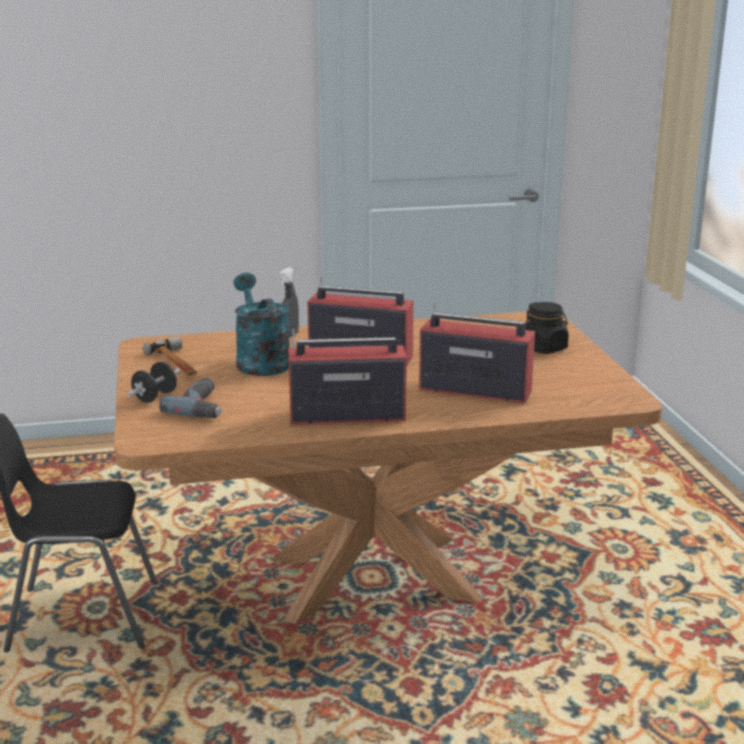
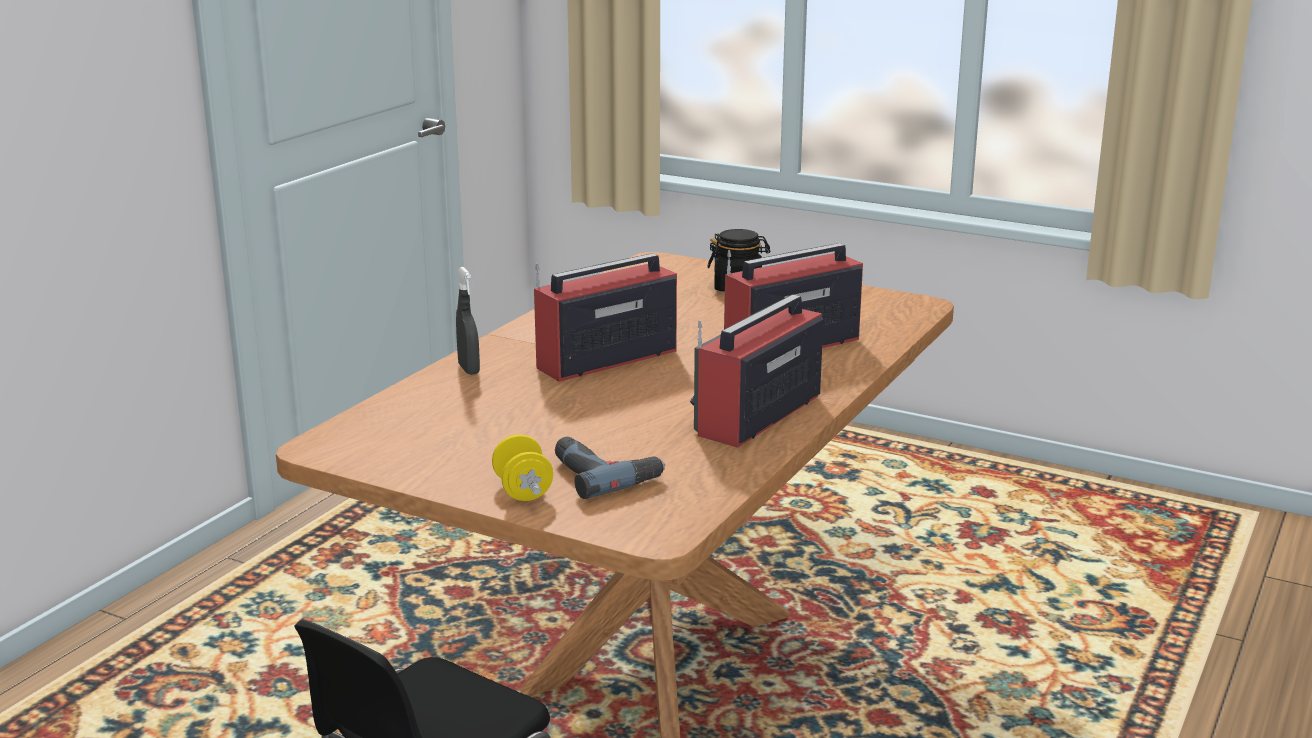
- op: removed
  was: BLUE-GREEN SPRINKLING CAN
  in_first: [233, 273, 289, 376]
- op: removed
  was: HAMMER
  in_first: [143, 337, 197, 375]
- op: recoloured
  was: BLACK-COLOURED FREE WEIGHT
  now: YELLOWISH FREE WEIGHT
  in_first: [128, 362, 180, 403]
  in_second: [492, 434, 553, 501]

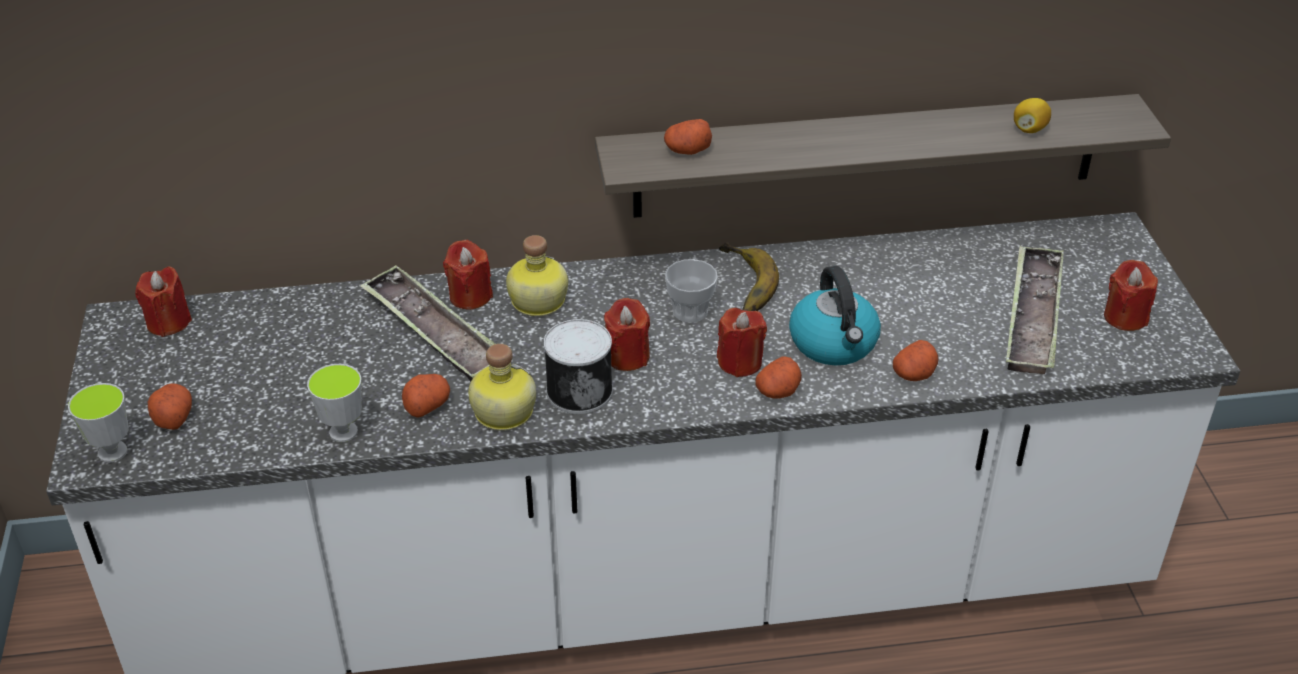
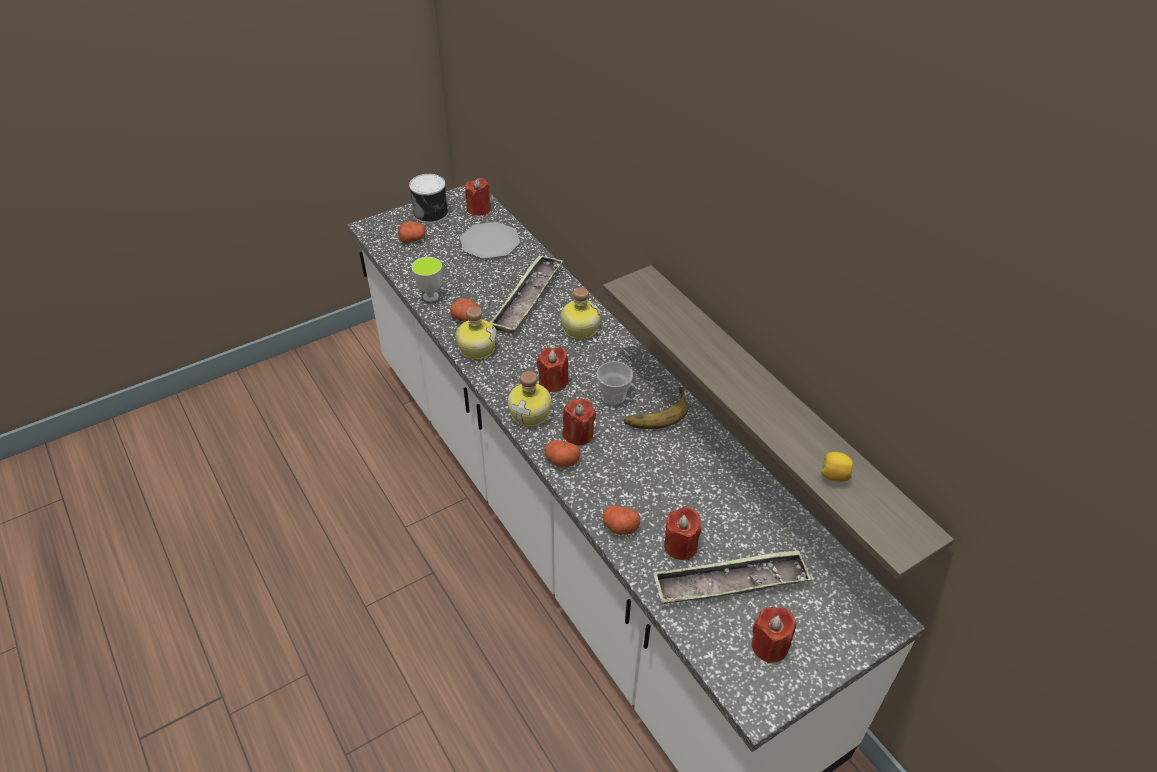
- op: removed
  was: WHOLE POTATO
  in_first: [664, 119, 712, 155]
- op: moved
  was: RED WAX CANDLE
  in_first: [443, 240, 493, 310]
  in_second: [664, 506, 701, 561]
- op: removed
  was: KETTLE
  in_first: [789, 266, 881, 365]
- op: moved
  was: METAL CAN
  in_first: [543, 319, 613, 414]
  in_second: [409, 174, 448, 224]
- op: removed
  was: CUP
  in_first: [68, 383, 129, 462]
- op: added
  now: PLATE
  in_second: [460, 222, 520, 259]
- op: added
  now: BOTTLE
  in_second: [508, 371, 552, 427]

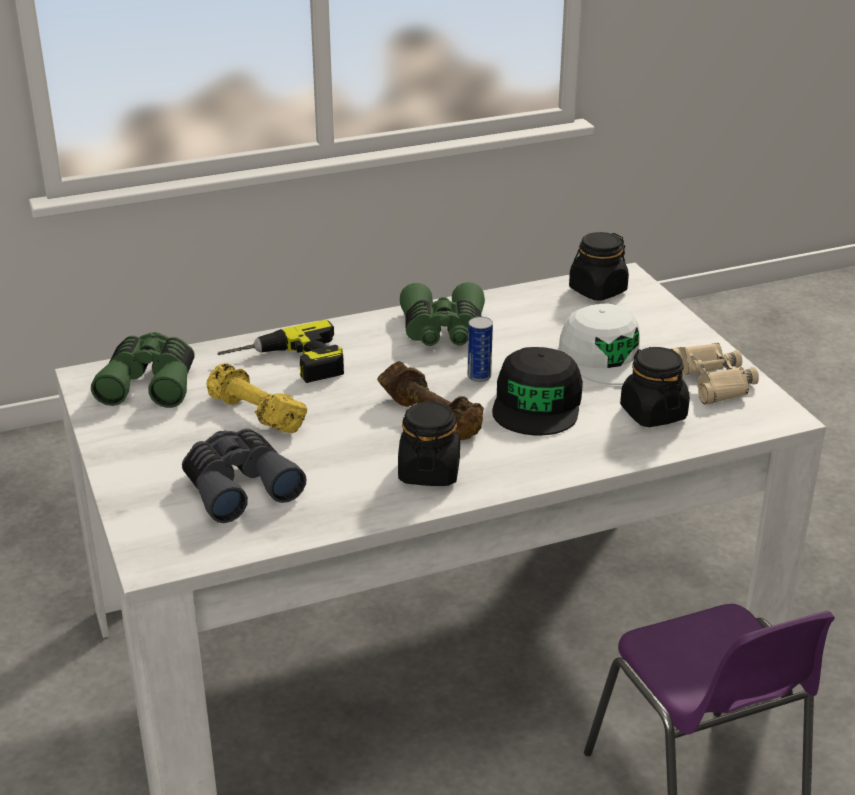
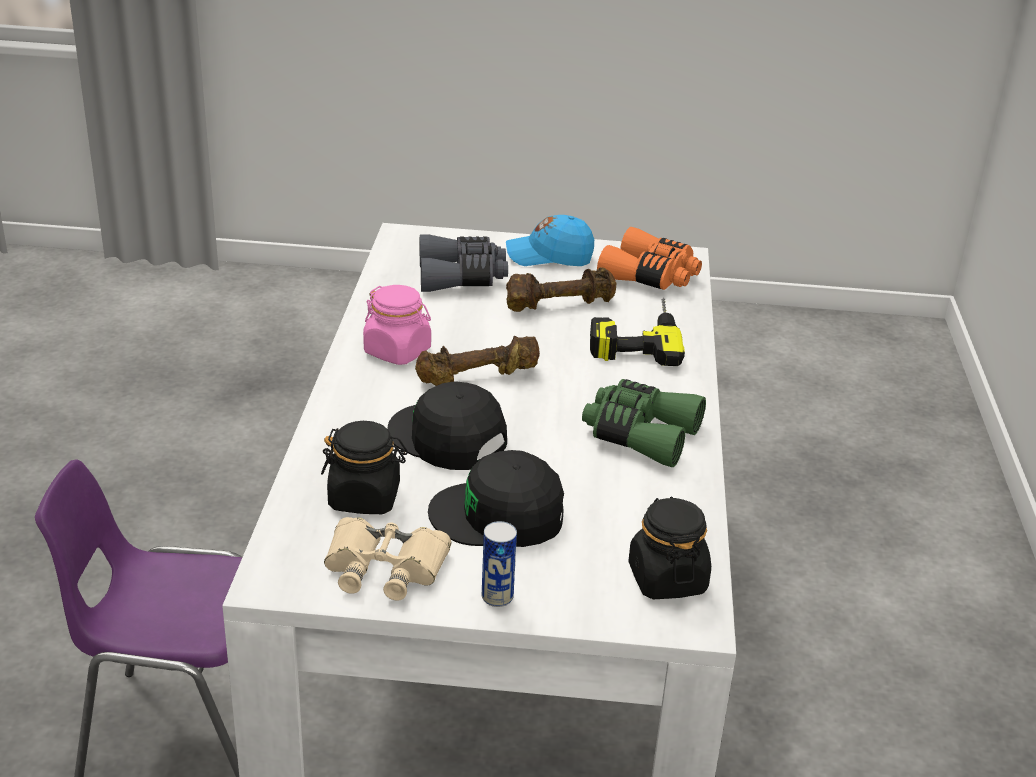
- op: recoloured
  was: WHITISH BASEBALL CAP
  now: BLACK-COLOURED BASEBALL CAP
  in_first: [558, 303, 642, 385]
  in_second: [428, 450, 564, 547]
- op: moved
  was: METAL CAN
  in_first: [468, 317, 493, 382]
  in_second: [482, 521, 517, 607]
- op: recoloured
  was: GREEN-COLOURED PAIR OF BINOCULARS
  now: ORANGE-COLOURED PAIR OF BINOCULARS
  in_first: [91, 332, 195, 408]
  in_second: [597, 227, 702, 290]
- op: recoloured
  was: YELLOWISH FREE WEIGHT
  now: BROWNISH FREE WEIGHT
  in_first: [206, 363, 307, 433]
  in_second: [506, 267, 617, 312]
- op: recoloured
  was: BLACK-COLOURED JAR
  now: PINK JAR
  in_first: [398, 402, 460, 486]
  in_second: [363, 285, 431, 365]
- op: added
  now: BLUE BASEBALL CAP
  in_second: [506, 215, 594, 266]

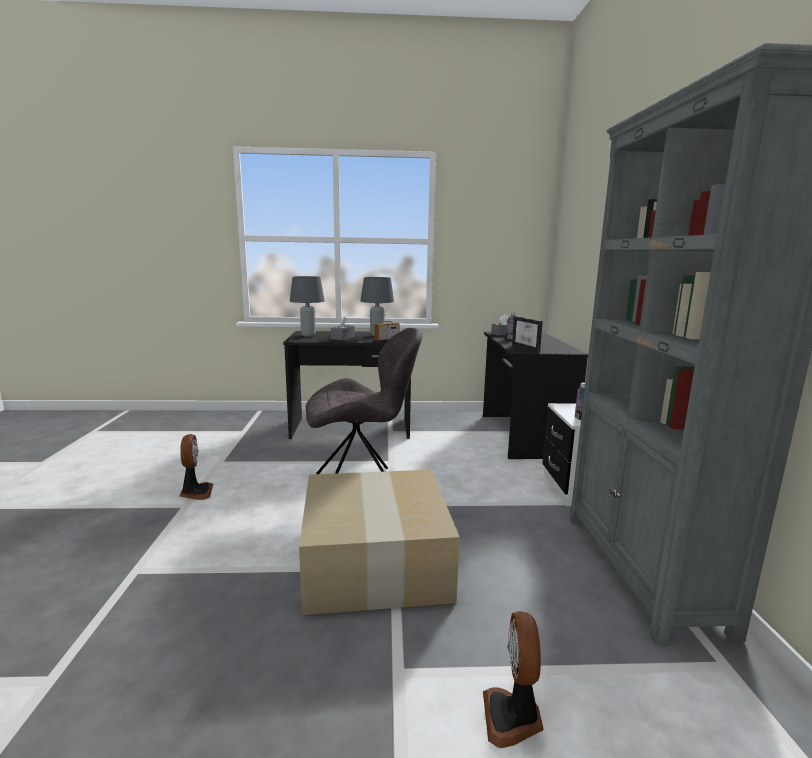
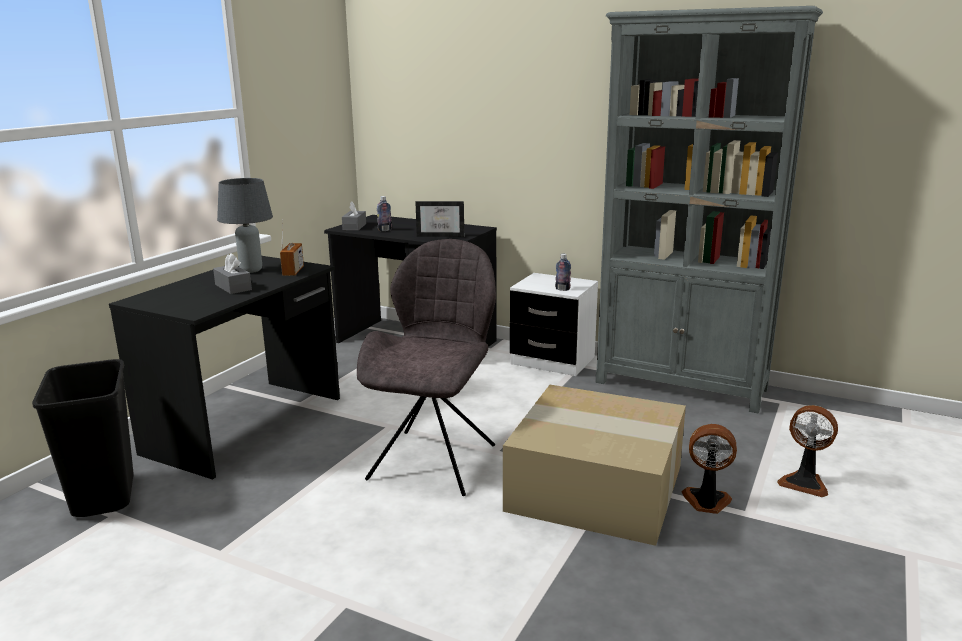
- op: removed
  was: GRAY TABLE LAMP
  in_first: [290, 276, 325, 337]
- op: moved
  was: FAN
  in_first: [180, 434, 213, 500]
  in_second: [682, 424, 737, 514]
- op: added
  now: BLACK-COLOURED RUBBISH BIN
  in_second: [32, 359, 134, 517]

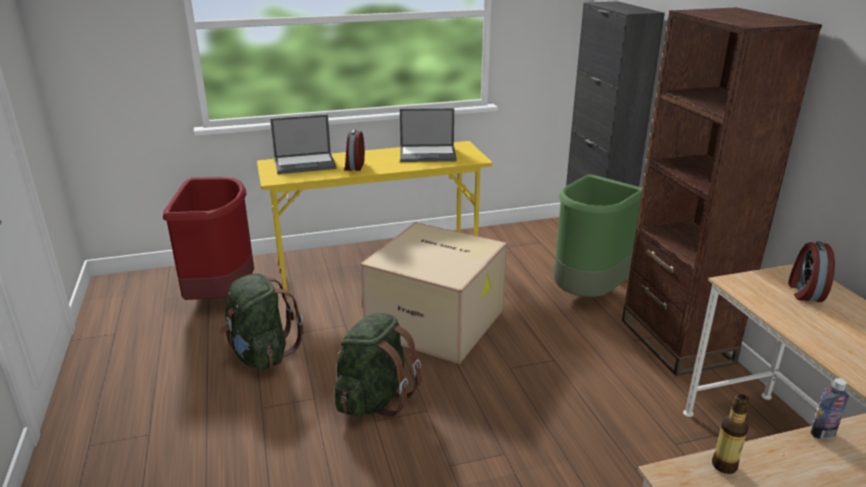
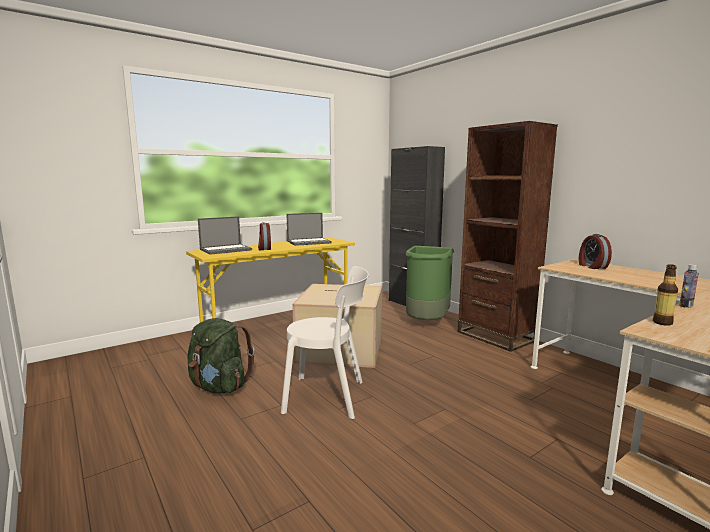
- op: removed
  was: RED RUBBISH BIN
  in_first: [163, 177, 254, 300]
- op: replaced
  was: GREEN-COLOURED RUCKSACK
  now: WHITISH PLAIN CHAIR
  in_first: [334, 313, 422, 418]
  in_second: [281, 266, 369, 419]

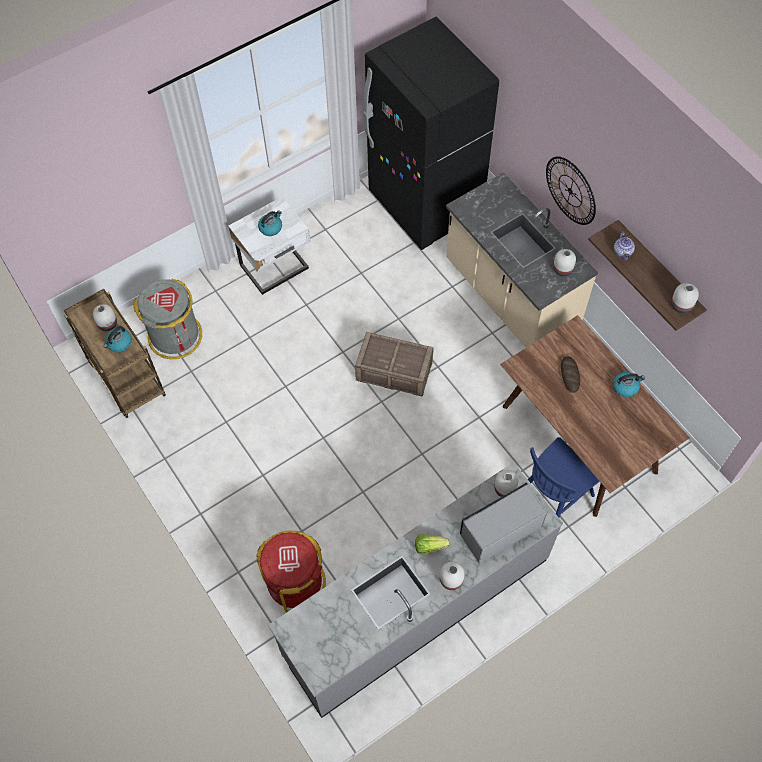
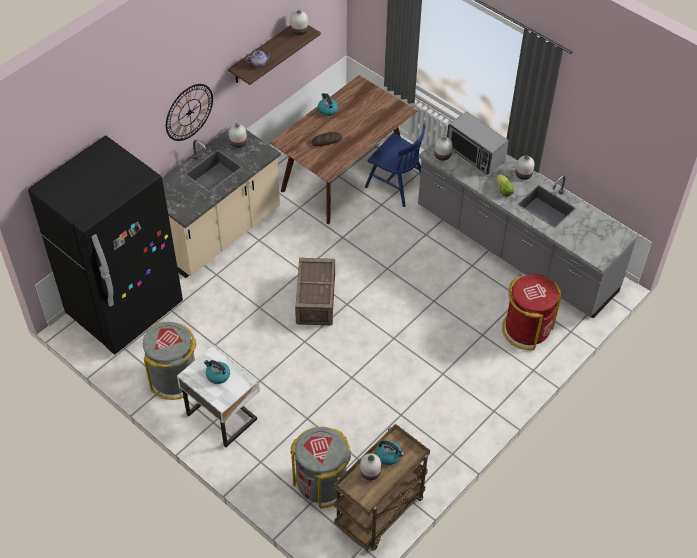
- op: added
  now: GRAY RUBBISH BIN
  in_second: [143, 322, 196, 400]

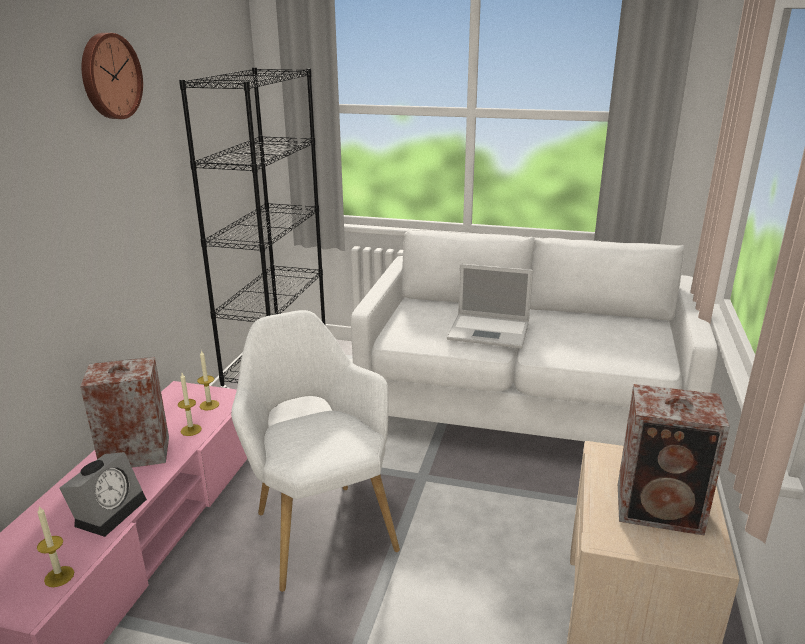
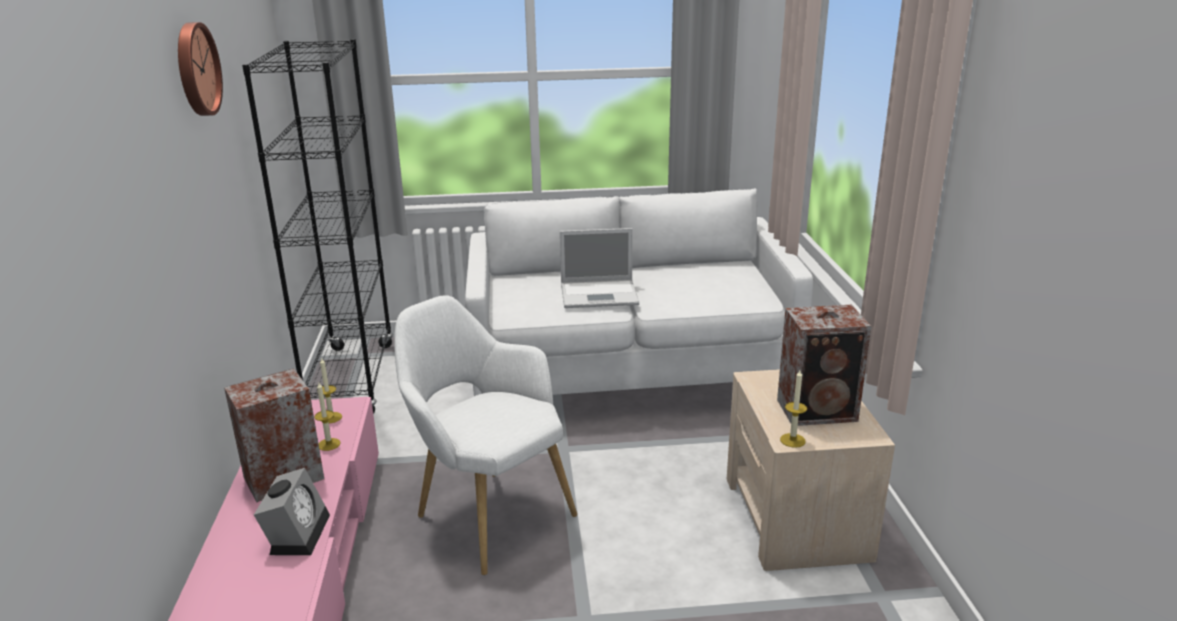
- op: moved
  was: WAX CANDLE
  in_first: [37, 506, 74, 587]
  in_second: [780, 370, 807, 448]

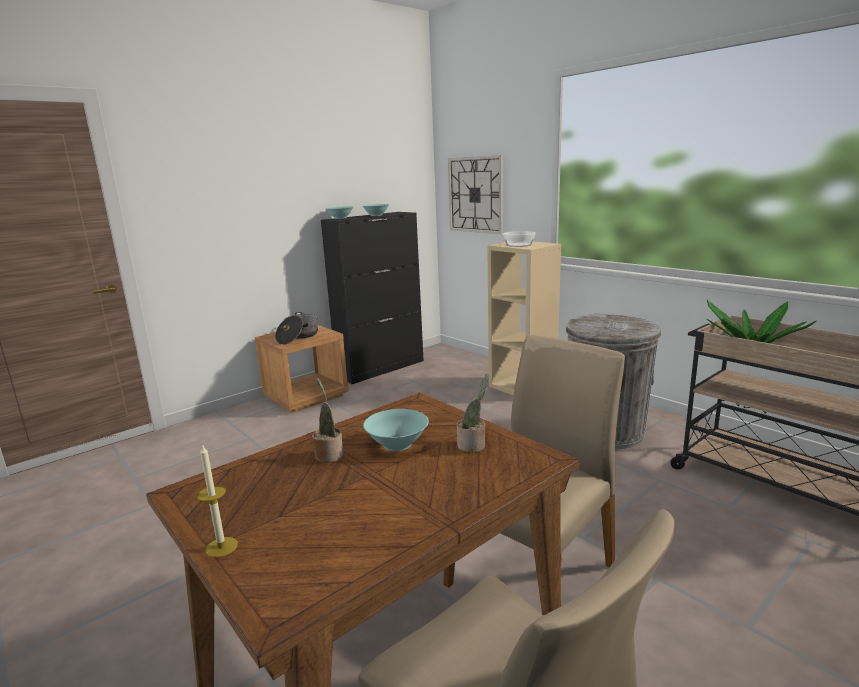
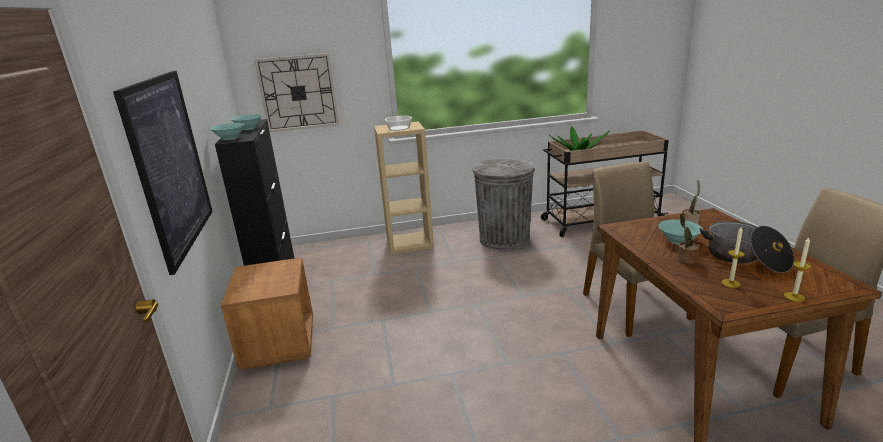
- op: moved
  was: STOCKPOT
  in_first: [275, 312, 318, 345]
  in_second: [699, 221, 794, 273]
- op: added
  now: WALL ART
  in_second: [113, 71, 213, 275]
- op: added
  now: WAX CANDLE
  in_second: [722, 227, 745, 288]

